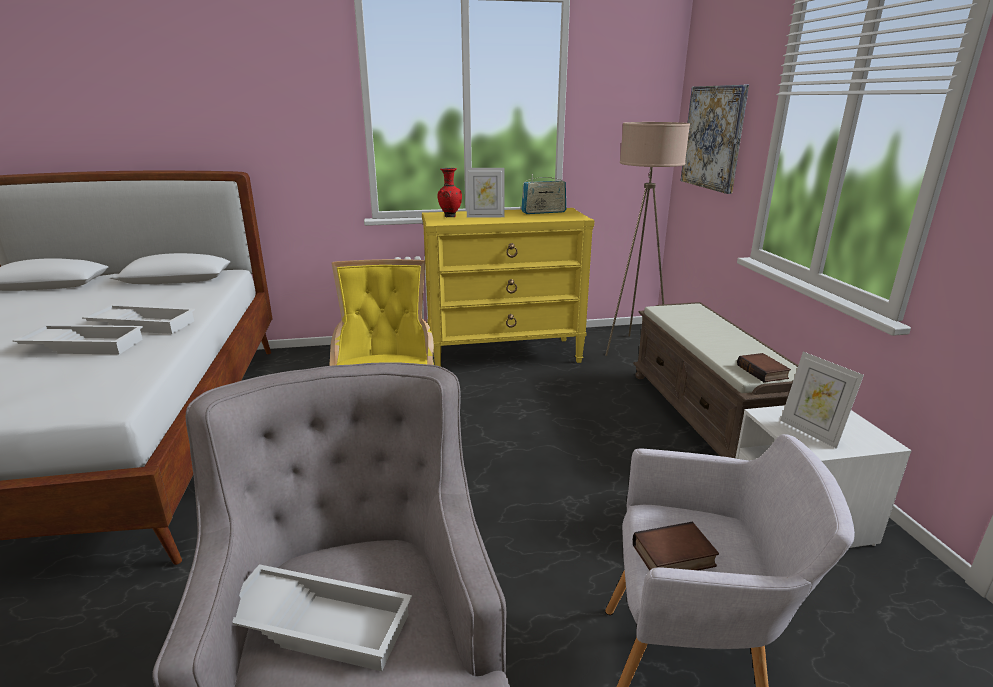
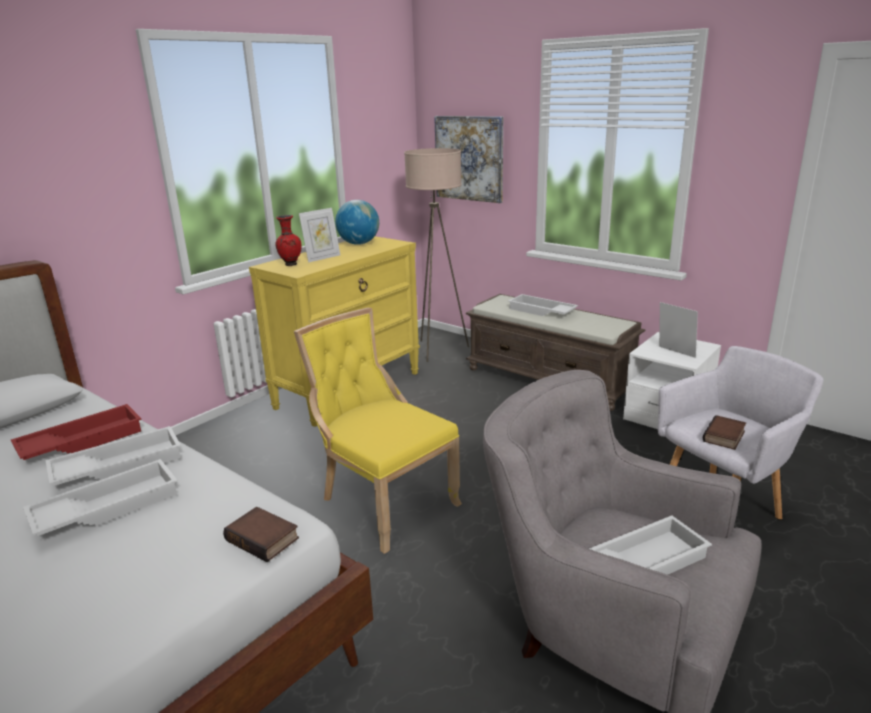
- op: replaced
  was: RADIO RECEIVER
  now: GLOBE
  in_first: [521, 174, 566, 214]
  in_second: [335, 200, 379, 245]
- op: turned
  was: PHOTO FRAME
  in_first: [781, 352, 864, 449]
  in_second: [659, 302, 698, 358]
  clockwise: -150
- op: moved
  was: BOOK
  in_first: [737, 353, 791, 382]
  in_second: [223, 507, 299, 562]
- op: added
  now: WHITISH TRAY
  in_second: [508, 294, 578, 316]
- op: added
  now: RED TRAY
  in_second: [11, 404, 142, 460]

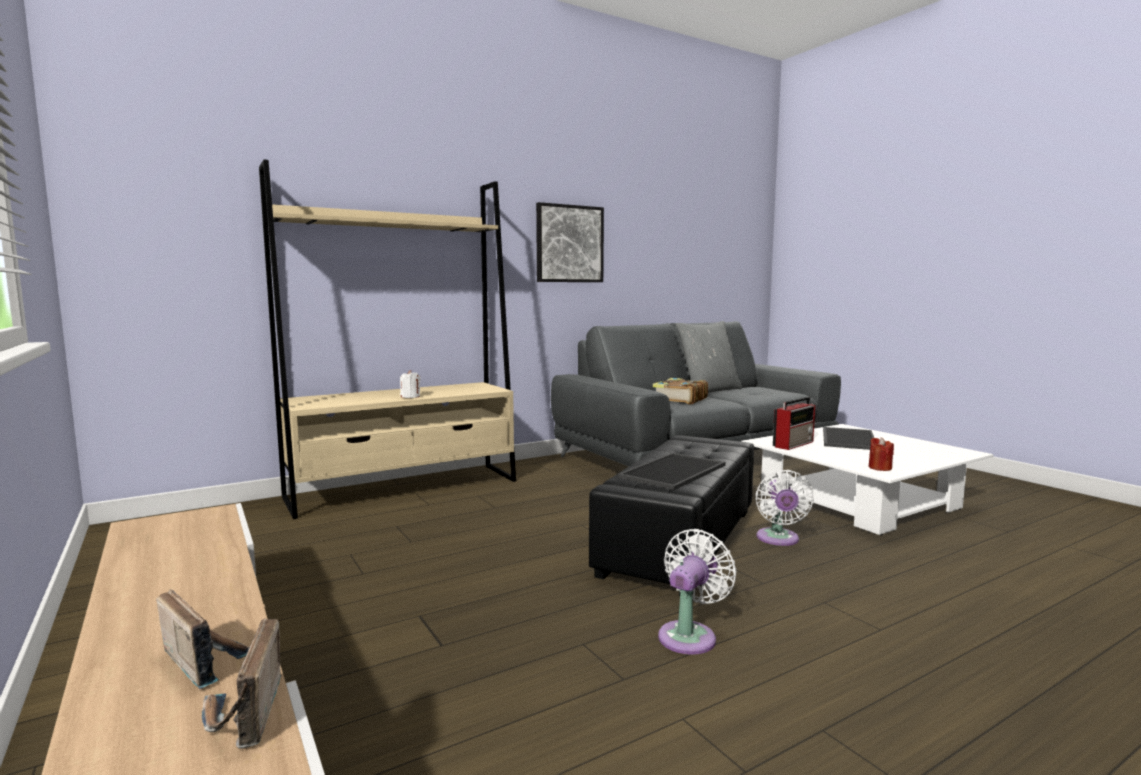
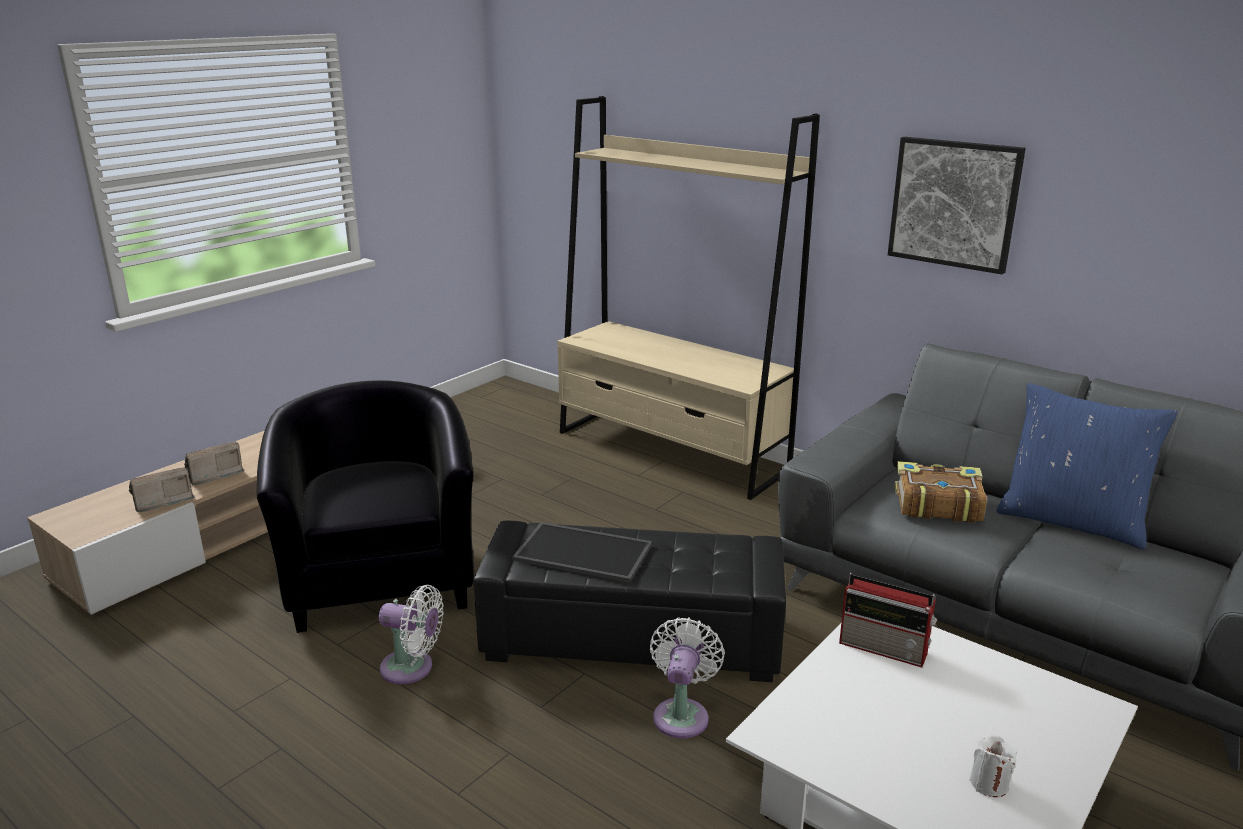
- op: recoloured
  was: GRAY THROW PILLOW
  now: BLUE THROW PILLOW
  in_first: [676, 321, 742, 393]
  in_second: [996, 383, 1178, 550]
- op: moved
  was: WHITISH WAX CANDLE
  in_first: [400, 370, 420, 398]
  in_second: [970, 735, 1017, 797]
- op: removed
  was: TRAY
  in_first: [823, 427, 874, 450]
- op: removed
  was: RED WAX CANDLE
  in_first: [869, 437, 894, 471]
- op: turned
  was: WHITISH FAN
  in_first: [755, 470, 814, 546]
  in_second: [650, 617, 725, 738]
  clockwise: 120
- op: turned
  was: RADIO RECEIVER
  in_first: [156, 589, 250, 689]
  in_second: [184, 442, 245, 485]
  clockwise: -150
- op: added
  now: BLACK-COLOURED ARMCHAIR
  in_second: [256, 380, 474, 633]

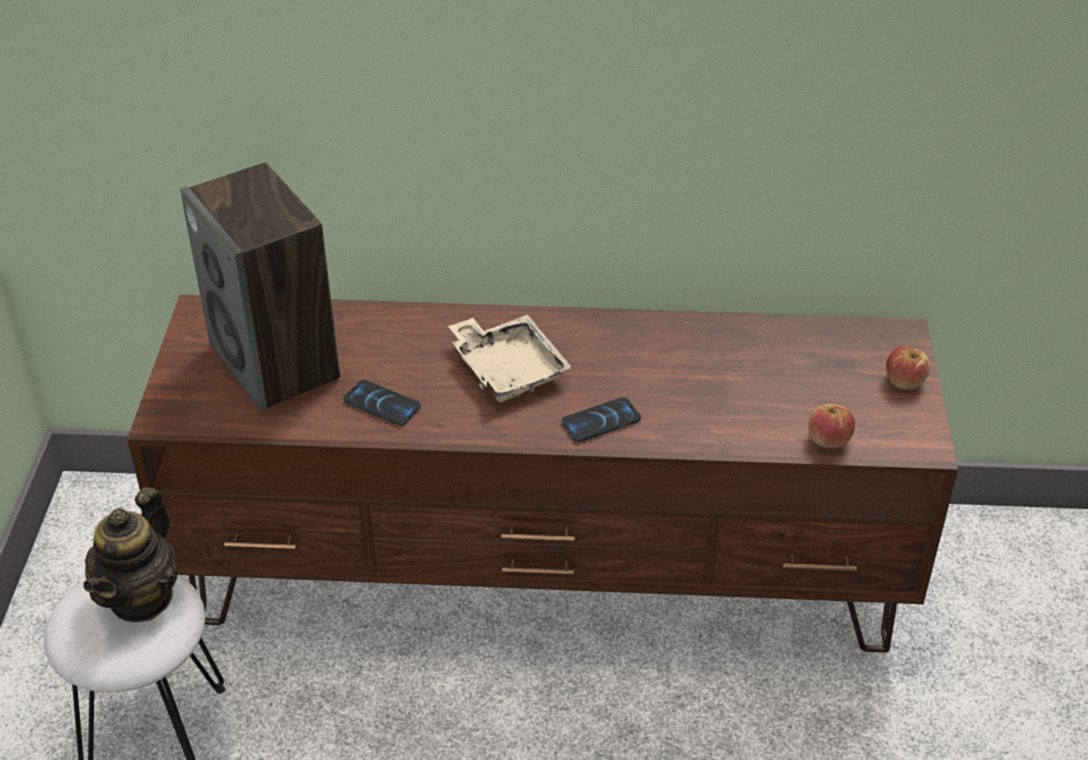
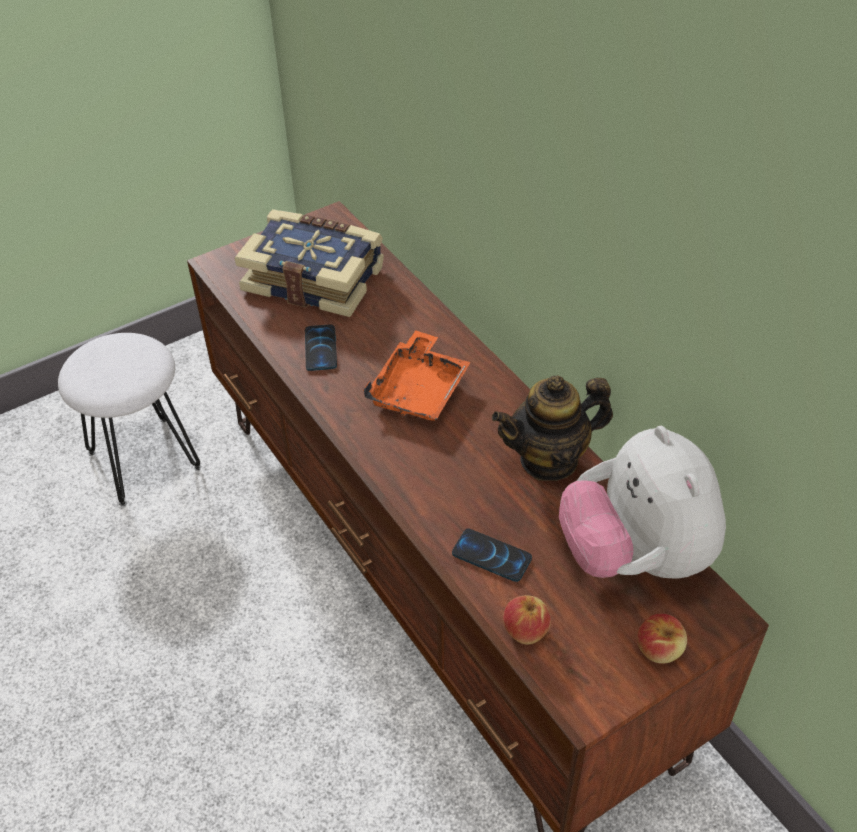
- op: replaced
  was: AUDIO SPEAKER
  now: BOOK
  in_first: [180, 163, 340, 412]
  in_second: [235, 209, 384, 317]
- op: recoloured
  was: SAND-COLOURED TRAY
  now: ORANGE-COLOURED TRAY
  in_first: [448, 314, 572, 402]
  in_second: [363, 330, 471, 421]
- op: moved
  was: PHONE
  in_first: [561, 397, 641, 442]
  in_second: [452, 528, 532, 582]
- op: moved
  was: POT FOR TEA
  in_first: [83, 487, 178, 622]
  in_second: [492, 375, 613, 481]
- op: added
  now: PLUSH TOY
  in_second: [559, 426, 726, 579]

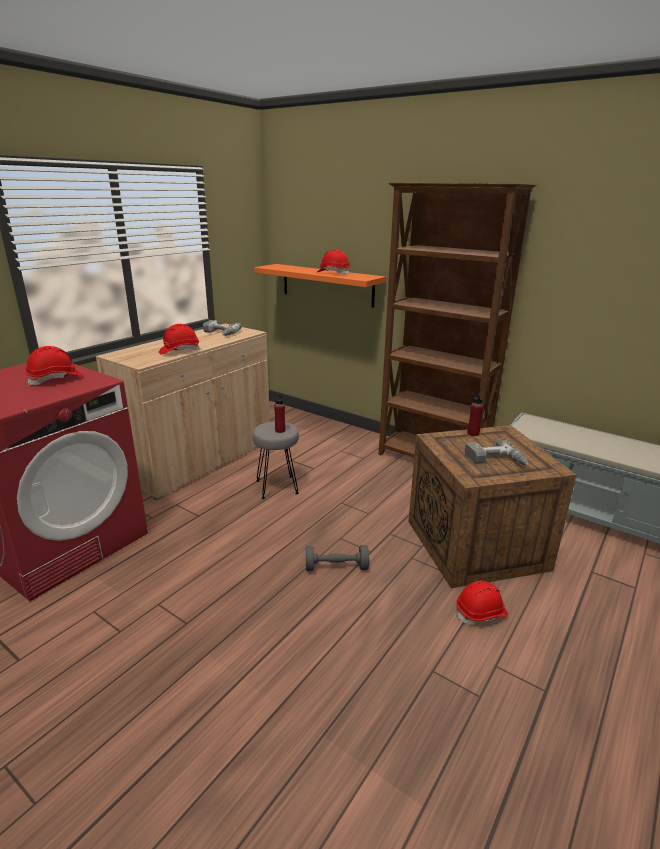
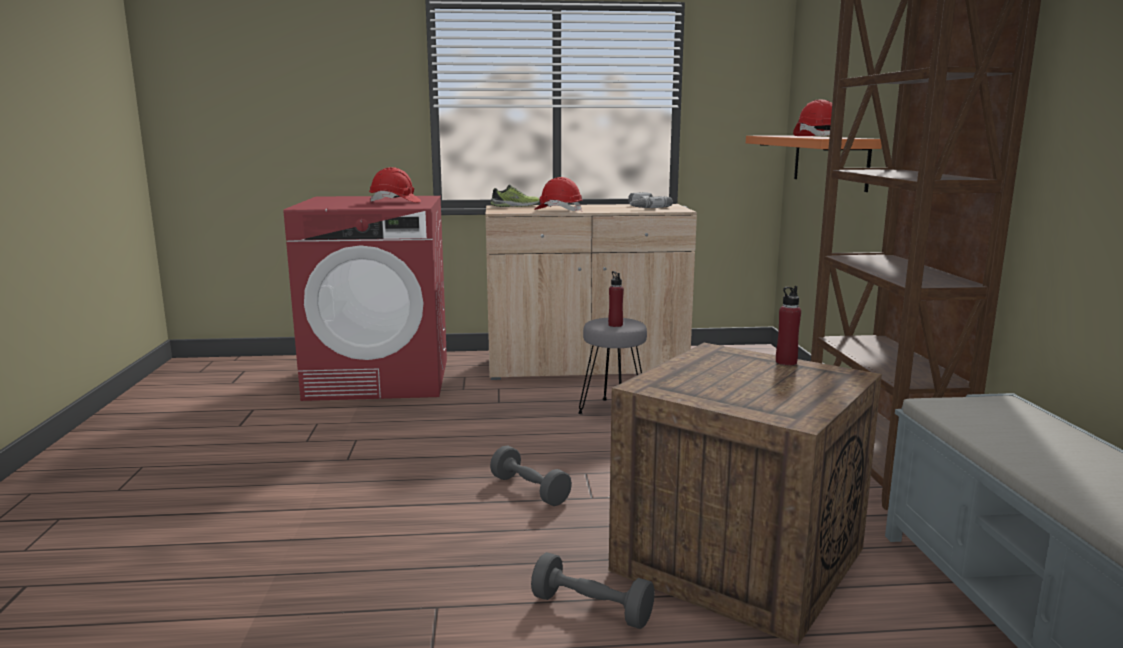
- op: removed
  was: POWER DRILL
  in_first: [465, 439, 528, 465]
- op: replaced
  was: RED HARD HAT
  now: GRAY FREE WEIGHT
  in_first: [456, 581, 508, 625]
  in_second: [531, 552, 655, 629]
- op: added
  now: ITEM OF FOOTWEAR
  in_second: [491, 184, 540, 207]

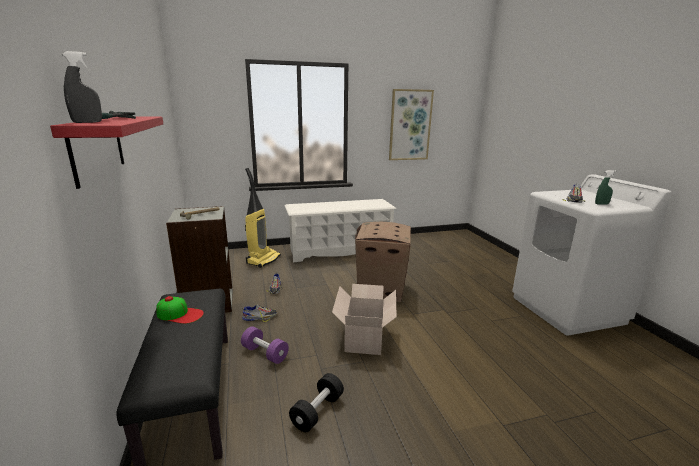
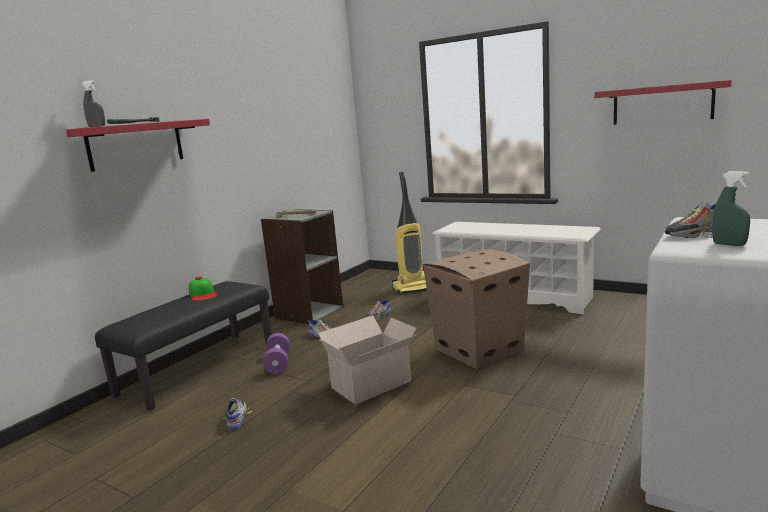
- op: replaced
  was: WALL ART
  now: RED SHELF
  in_first: [389, 89, 434, 160]
  in_second: [594, 80, 732, 125]
- op: replaced
  was: BLACK-COLOURED FREE WEIGHT
  now: ITEM OF FOOTWEAR
  in_first: [289, 373, 344, 432]
  in_second: [223, 398, 252, 430]

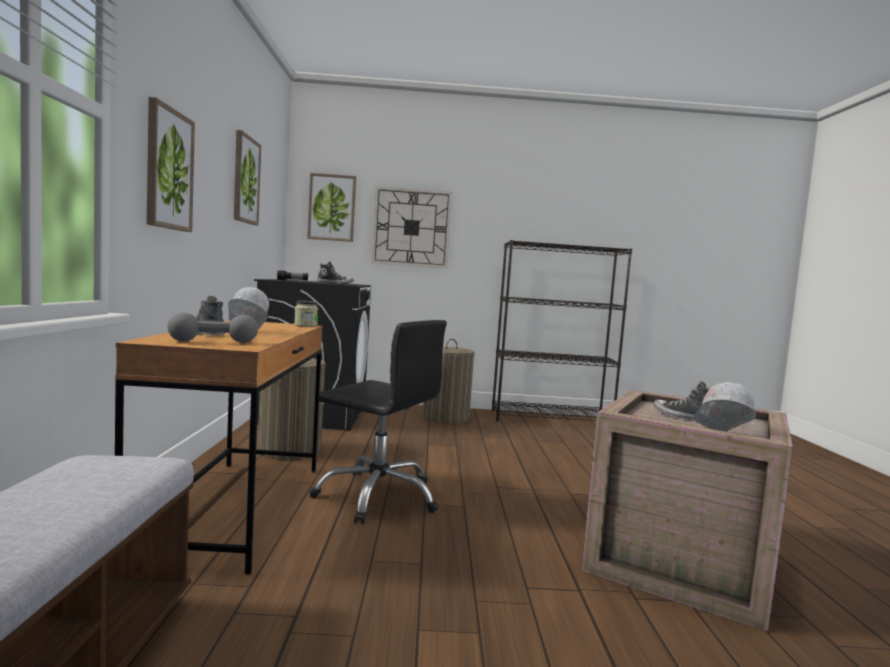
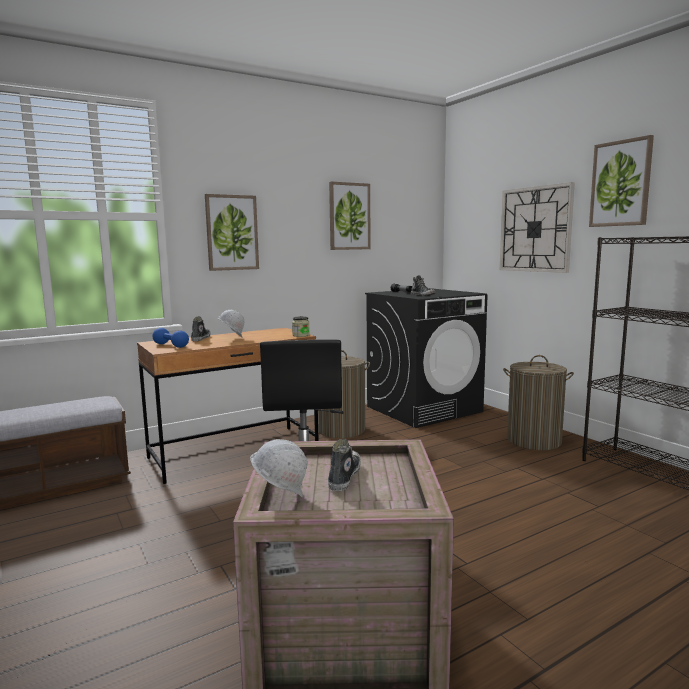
- op: moved
  was: WALL ART
  in_first: [307, 173, 356, 242]
  in_second: [589, 135, 654, 227]
- op: recoloured
  was: GRAY FREE WEIGHT
  now: BLUE FREE WEIGHT
  in_first: [167, 312, 258, 343]
  in_second: [152, 328, 189, 348]

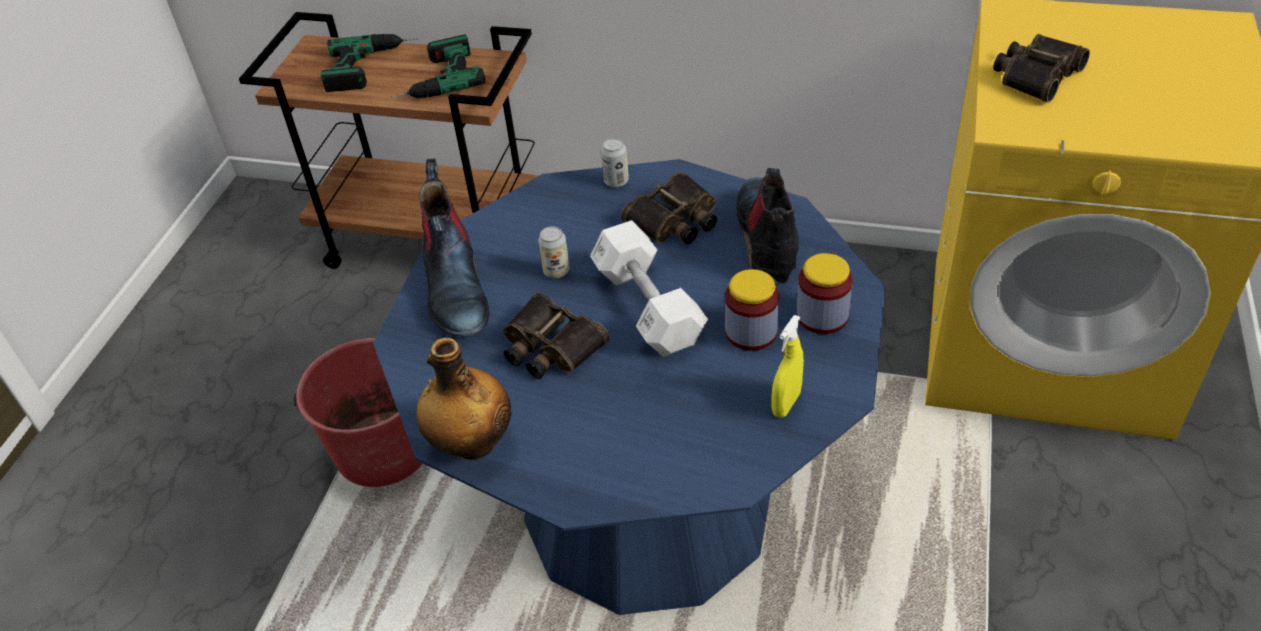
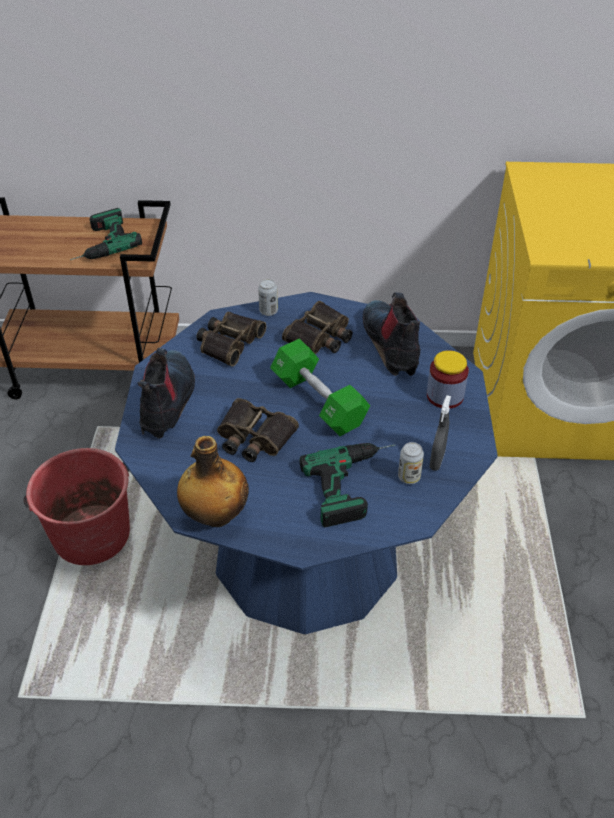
- op: moved
  was: POWER DRILL
  in_first: [321, 34, 418, 92]
  in_second: [300, 443, 394, 528]
- op: moved
  was: PAIR OF BINOCULARS
  in_first: [993, 34, 1090, 103]
  in_second: [197, 312, 266, 367]
- op: turned
  was: HIGH-TOP BOOT
  in_first: [419, 159, 489, 337]
  in_second: [138, 348, 195, 438]
  clockwise: -150
- op: recoloured
  was: WHITISH FREE WEIGHT
  now: GREEN-COLOURED FREE WEIGHT
  in_first: [590, 220, 708, 357]
  in_second: [270, 339, 370, 436]
- op: moved
  was: METAL CAN
  in_first: [538, 226, 570, 278]
  in_second: [398, 442, 424, 484]
- op: removed
  was: JAR
  in_first: [725, 269, 779, 351]
- op: recoloured
  was: YELLOWISH SPRAYER
  now: GRAY SPRAYER
  in_first: [772, 315, 804, 418]
  in_second: [429, 395, 451, 471]

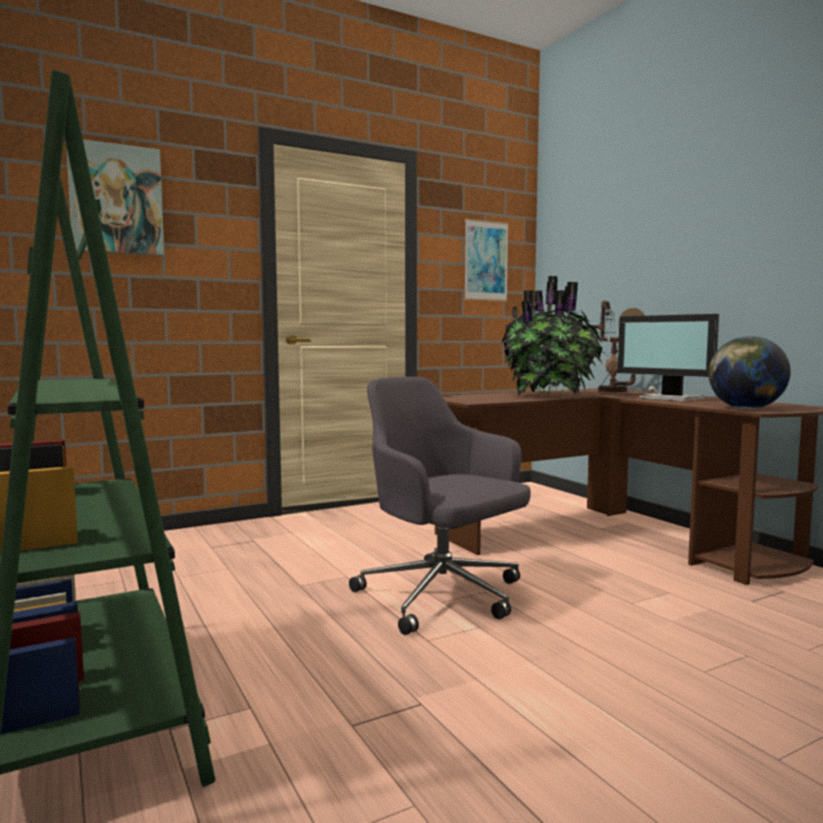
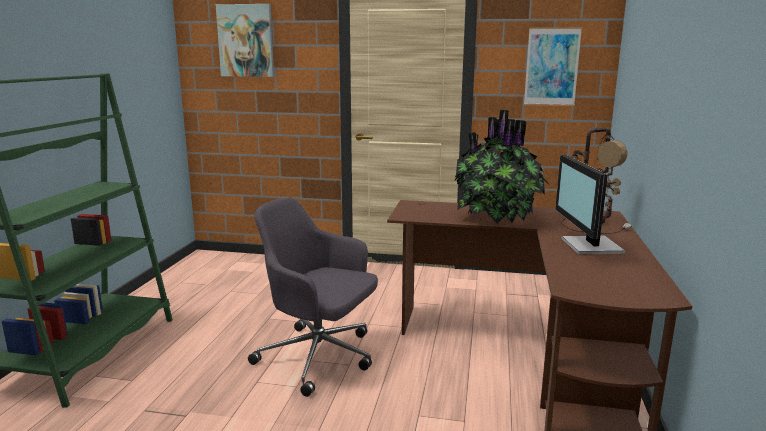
- op: removed
  was: GLOBE
  in_first: [708, 336, 791, 409]
- op: turned
  was: GRAY COMPUTER CHAIR
  in_first: [349, 377, 531, 635]
  in_second: [248, 198, 378, 397]
  clockwise: -60

